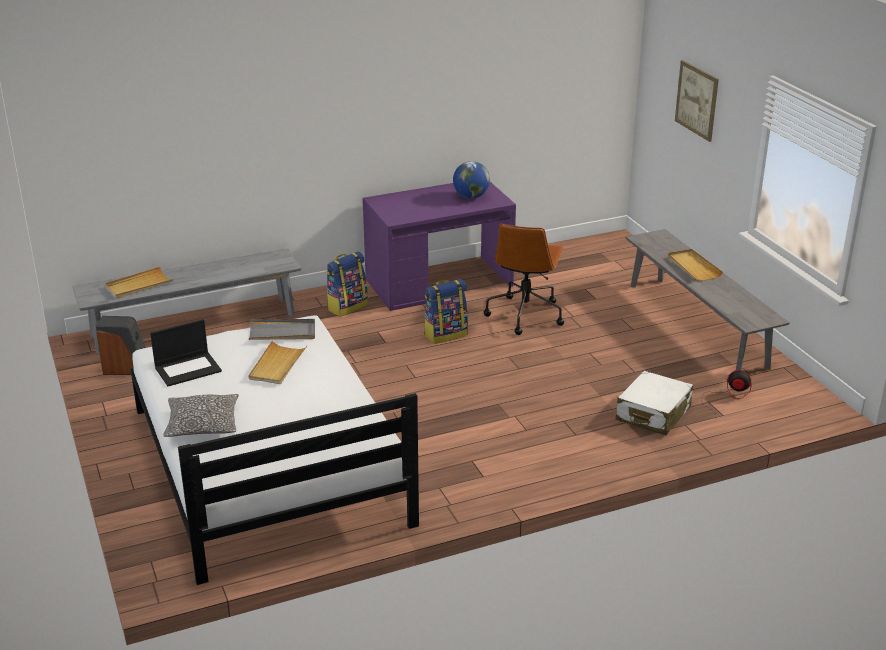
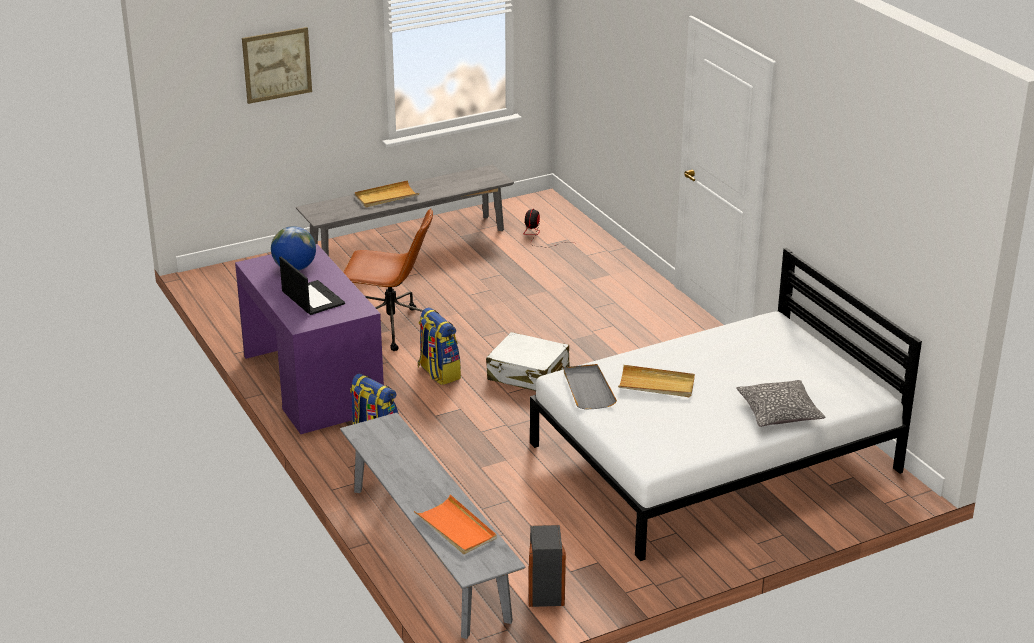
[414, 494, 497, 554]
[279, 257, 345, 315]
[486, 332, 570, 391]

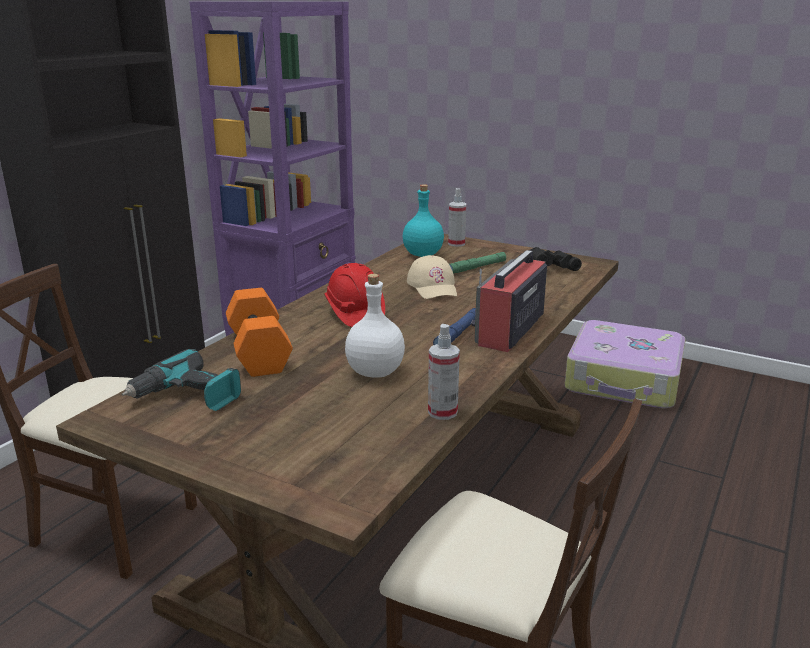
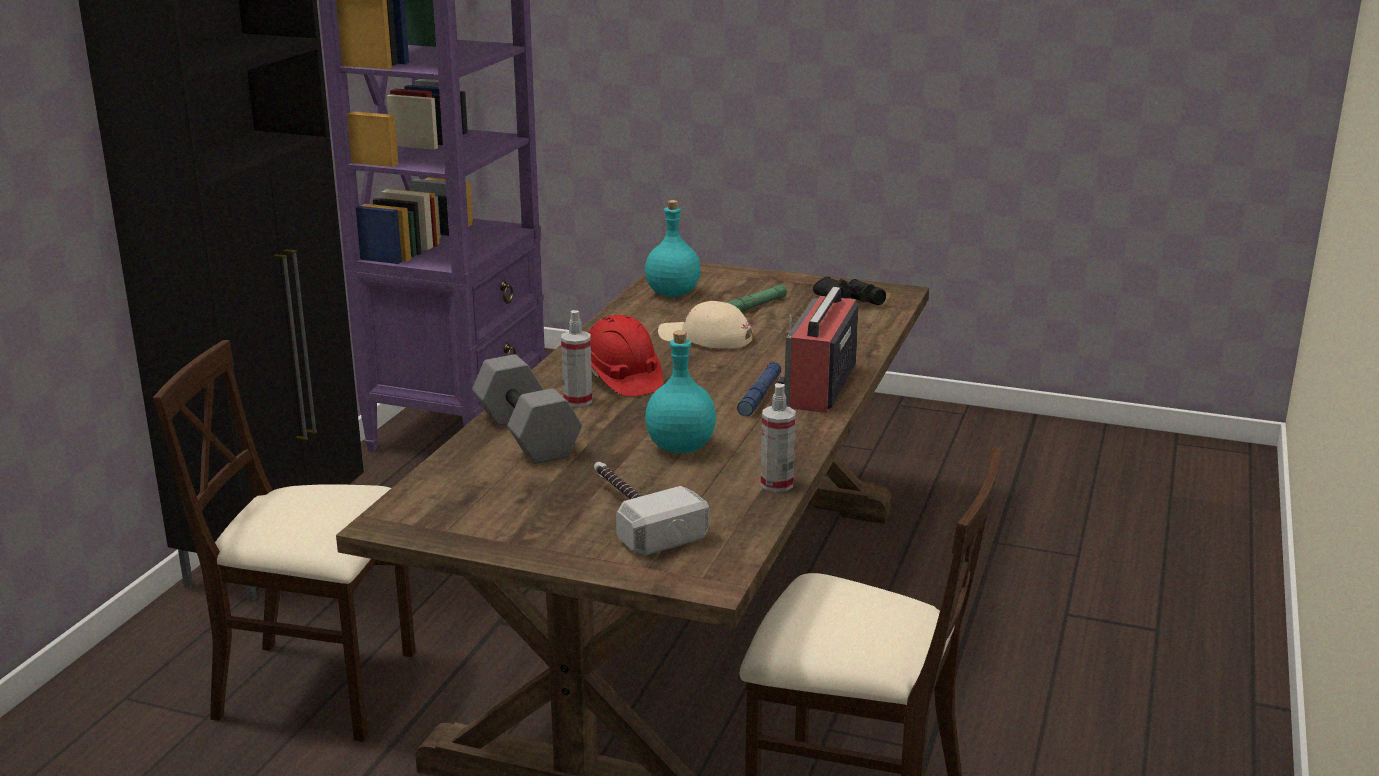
[122, 349, 241, 411] (first image)
[472, 354, 582, 464]
[645, 330, 716, 453]
[658, 301, 753, 349]
[561, 310, 592, 407]
[565, 320, 686, 409] (first image)
[594, 462, 709, 556]

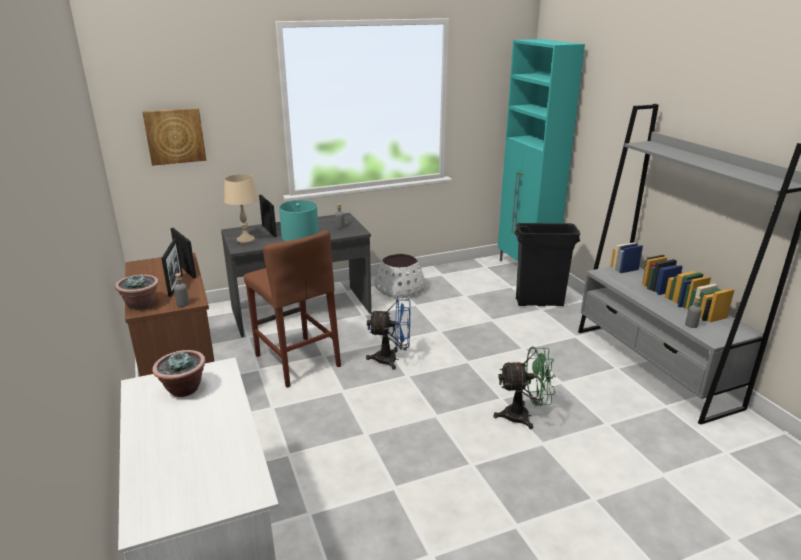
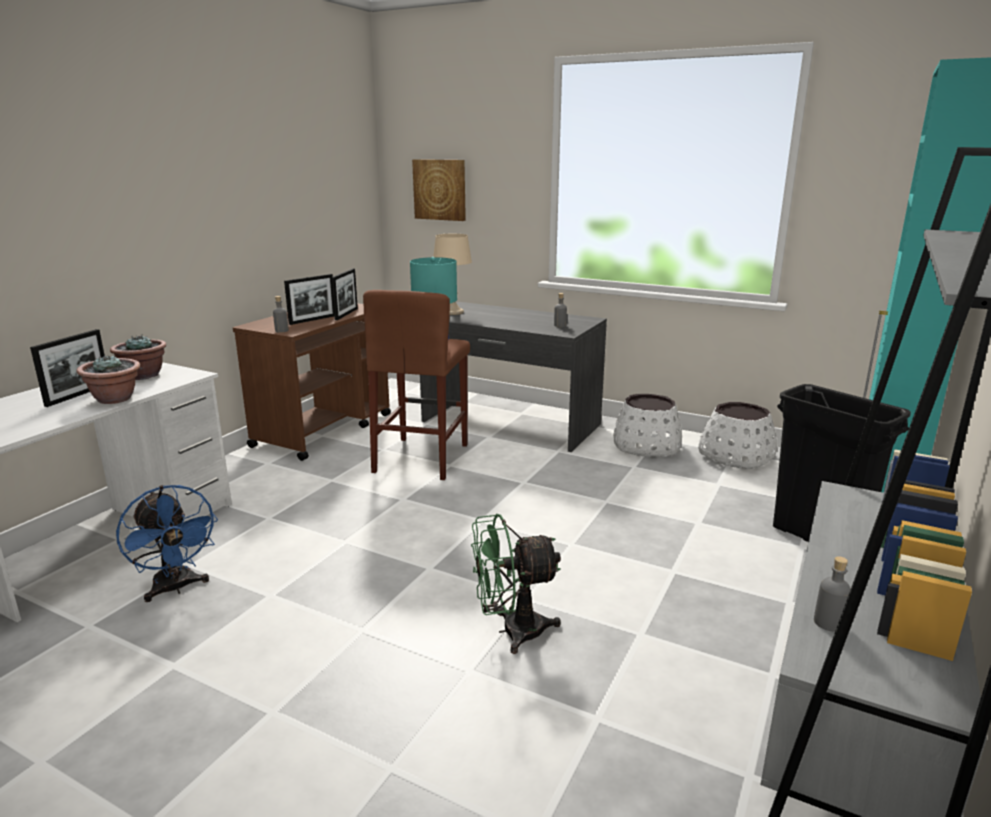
[77, 355, 140, 404]
[30, 329, 104, 407]
[116, 485, 218, 602]
[471, 514, 561, 654]
[698, 402, 777, 469]

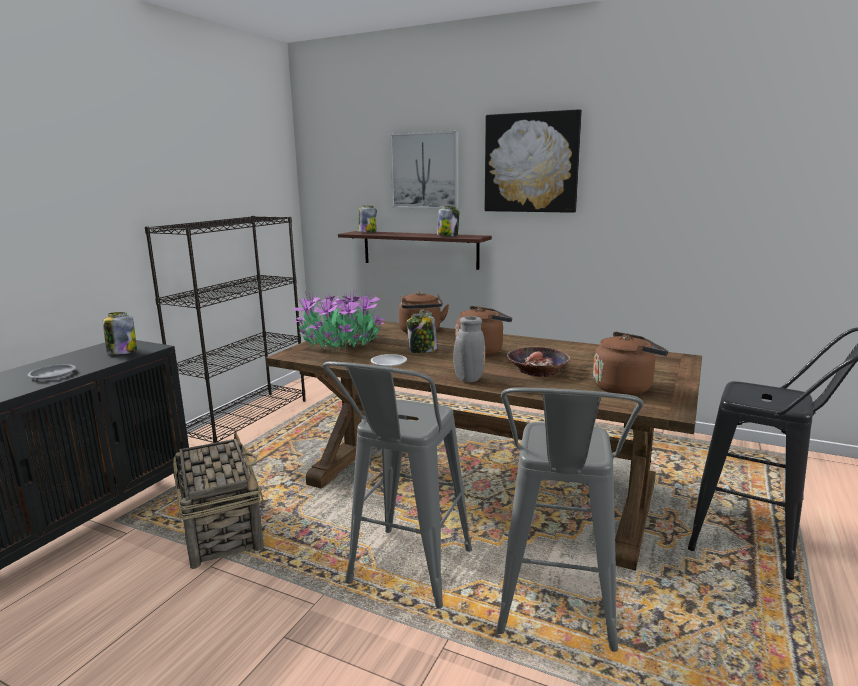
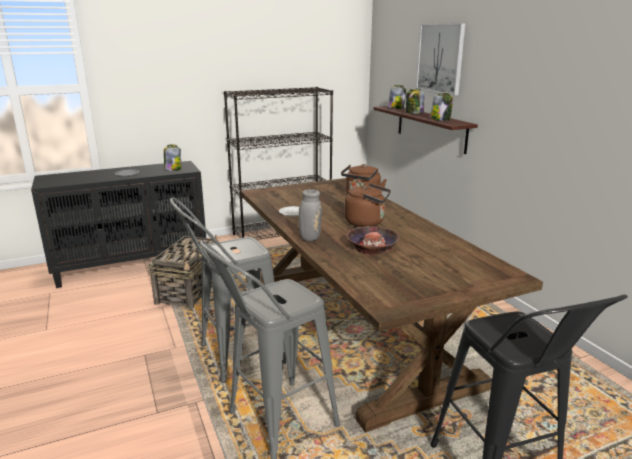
[293, 288, 385, 352] (first image)
[406, 89, 424, 114]
[485, 109, 582, 213] (first image)
[593, 332, 669, 395] (first image)

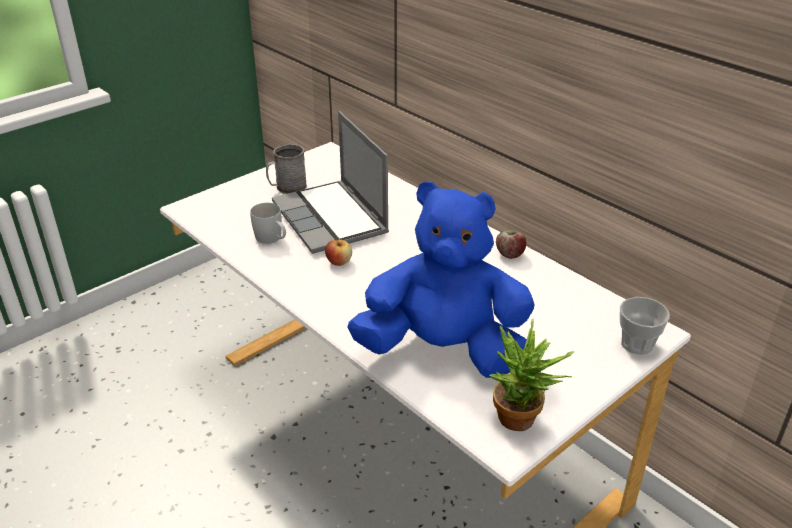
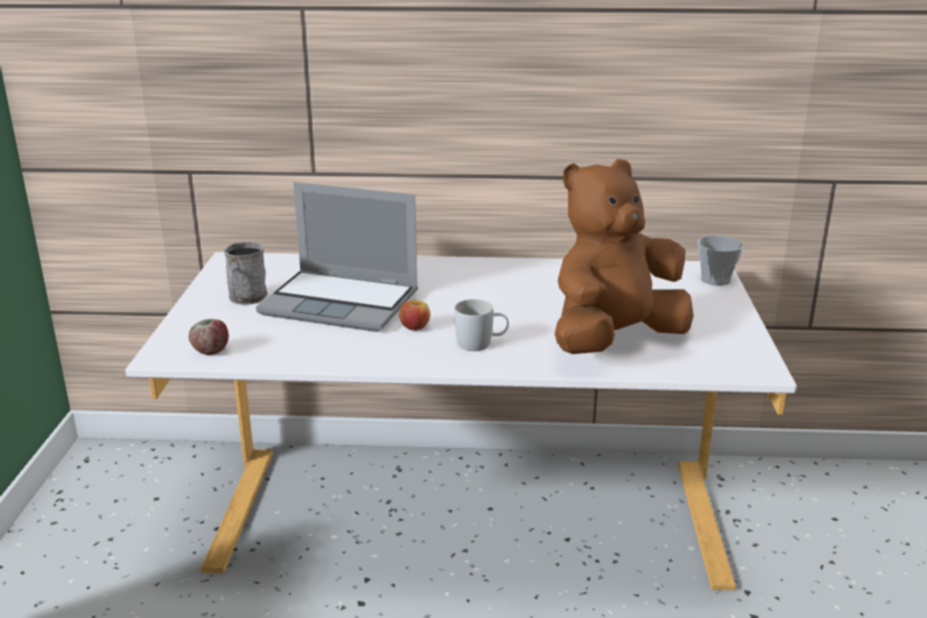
[454, 299, 509, 351]
[555, 159, 694, 354]
[489, 318, 575, 431] (first image)
[189, 319, 229, 355]

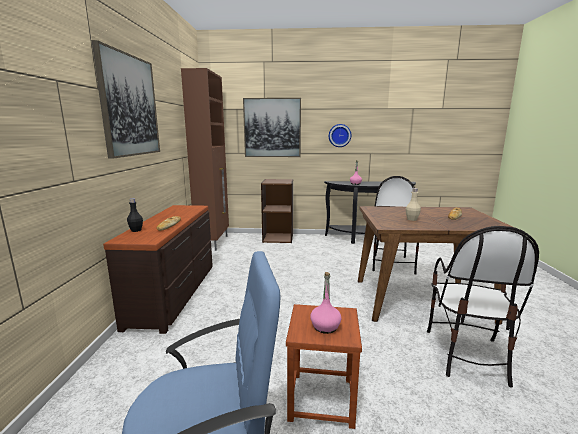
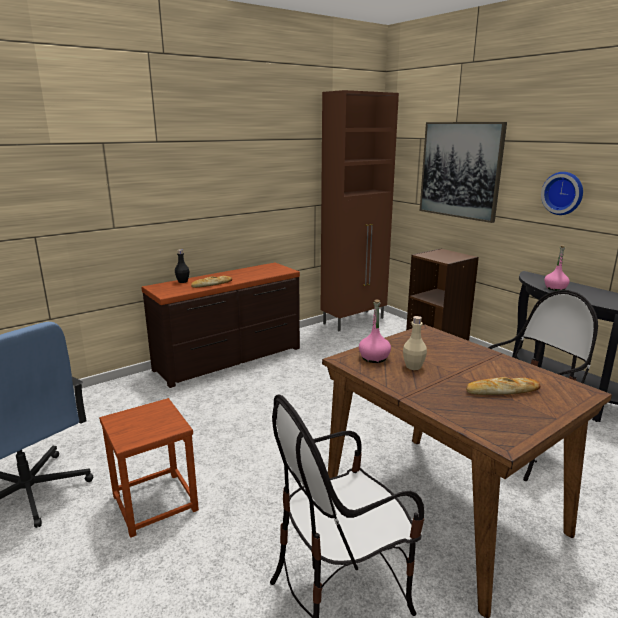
[91, 40, 160, 159] (first image)
[359, 299, 391, 363]

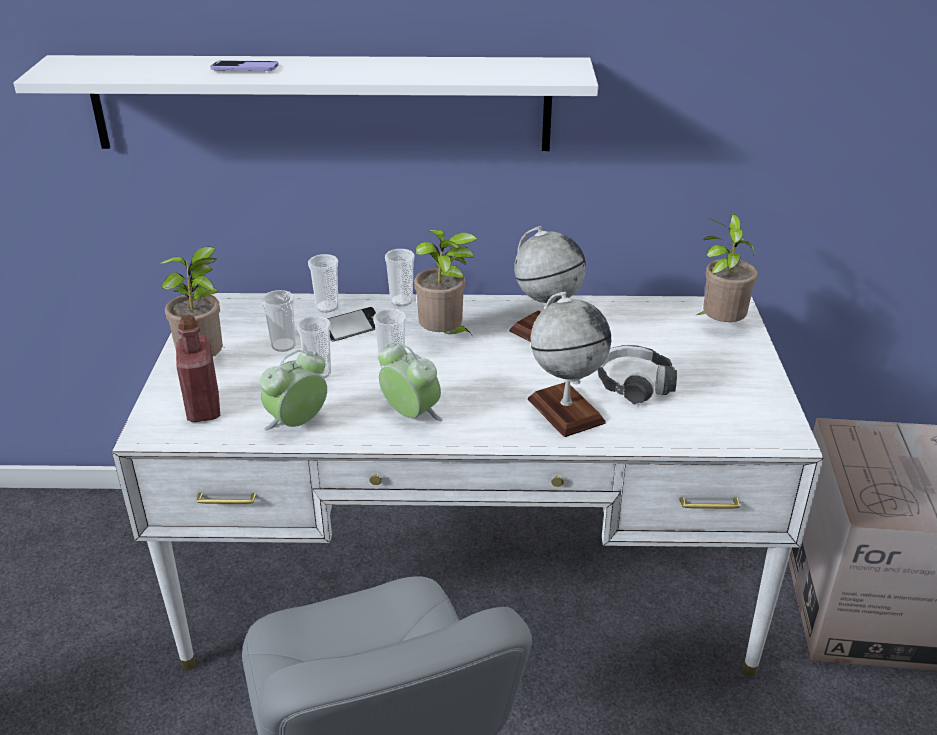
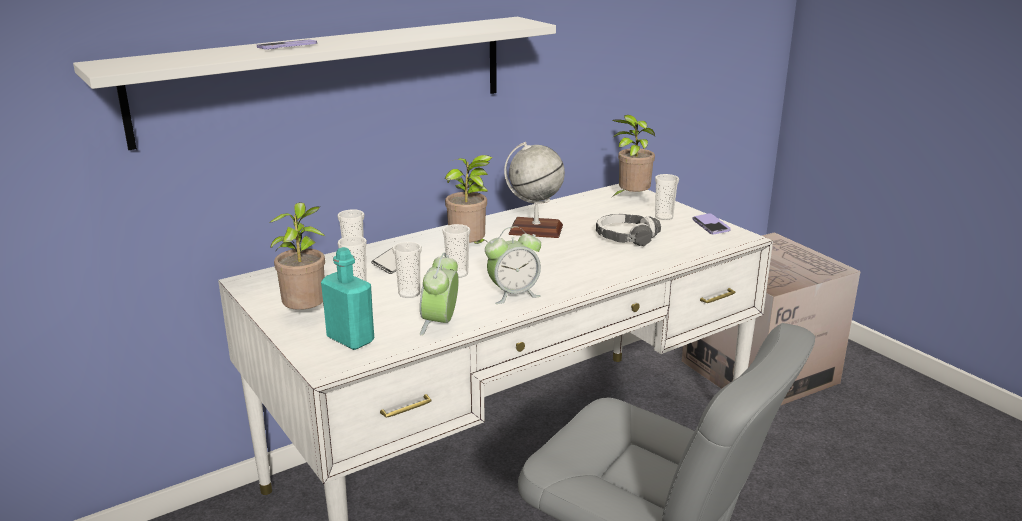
[321, 247, 374, 350]
[485, 227, 541, 304]
[655, 174, 679, 220]
[528, 292, 611, 437] (first image)
[693, 214, 731, 234]

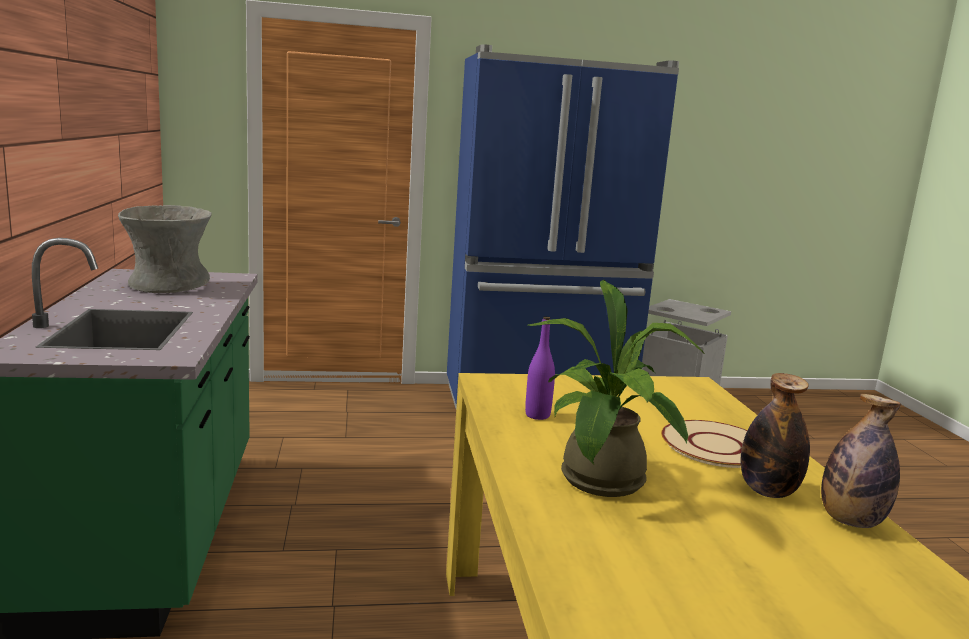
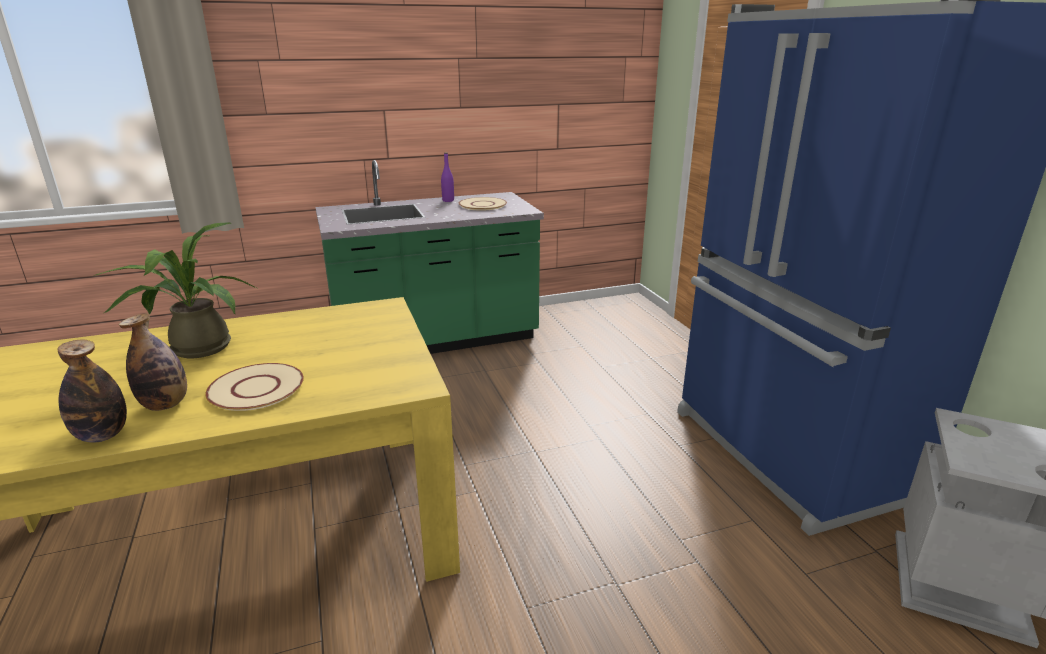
[459, 197, 507, 211]
[441, 152, 454, 202]

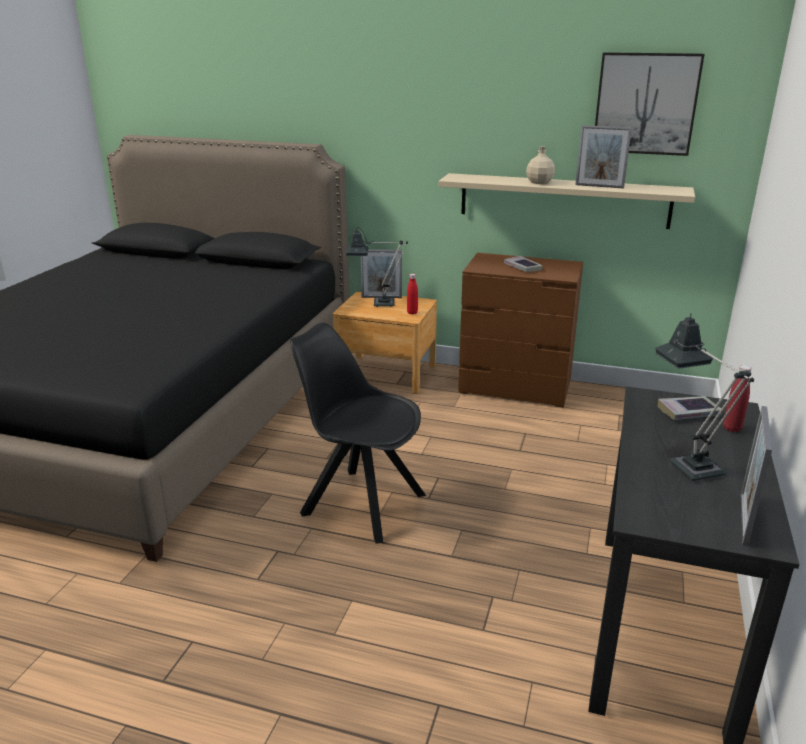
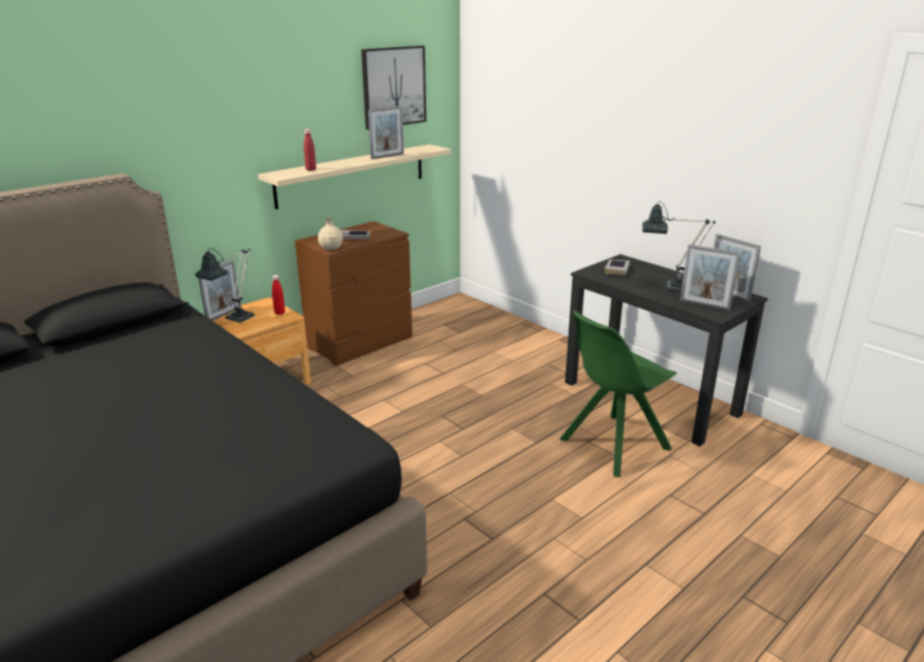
[290, 323, 426, 544] (first image)
[318, 217, 343, 250]
[304, 129, 316, 171]
[560, 310, 677, 477]
[680, 244, 740, 311]

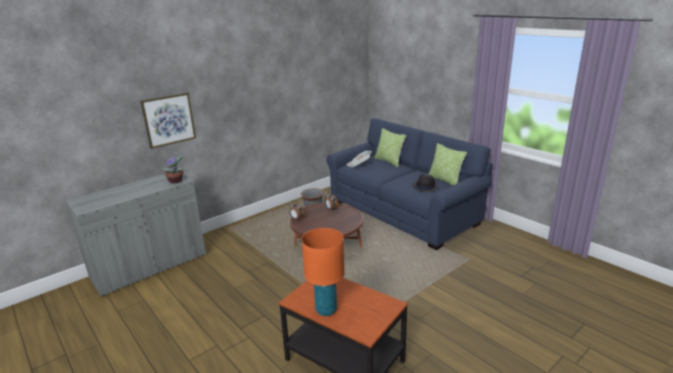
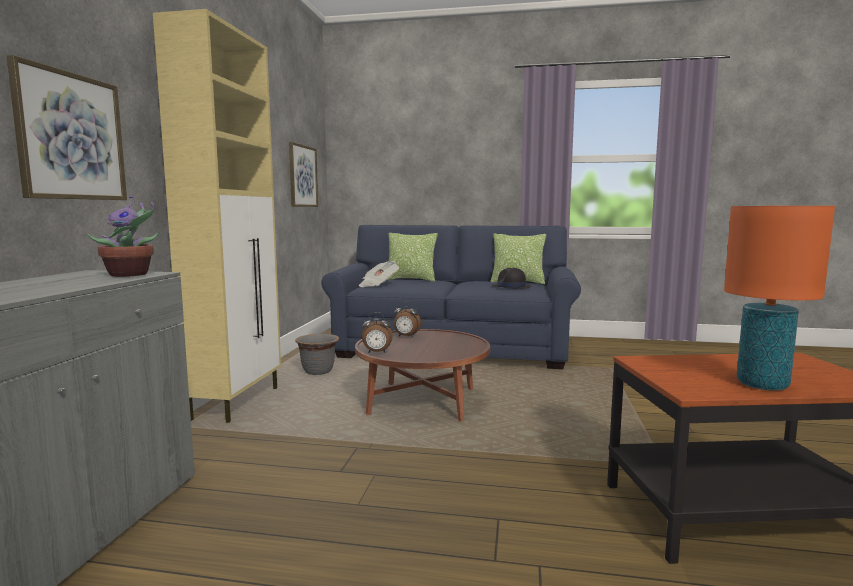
[153, 9, 281, 423]
[289, 142, 318, 207]

